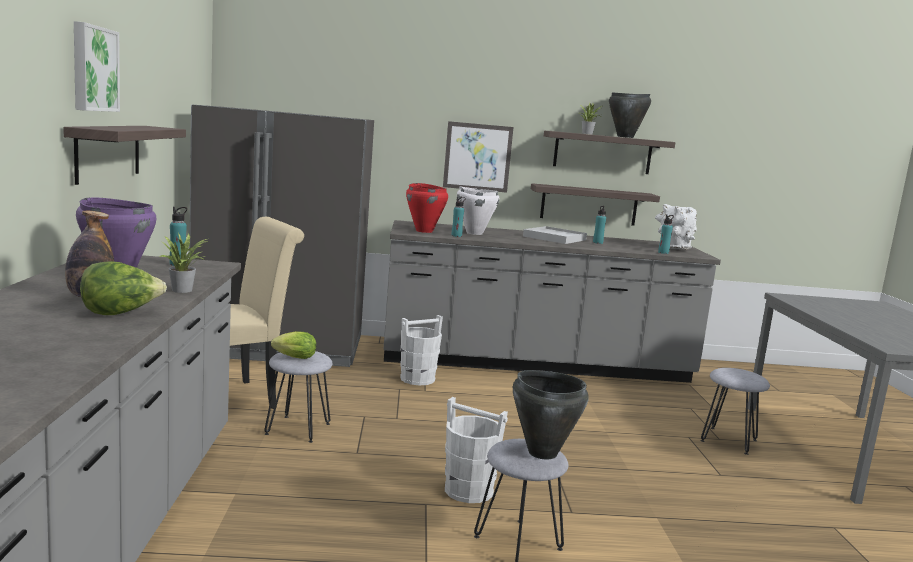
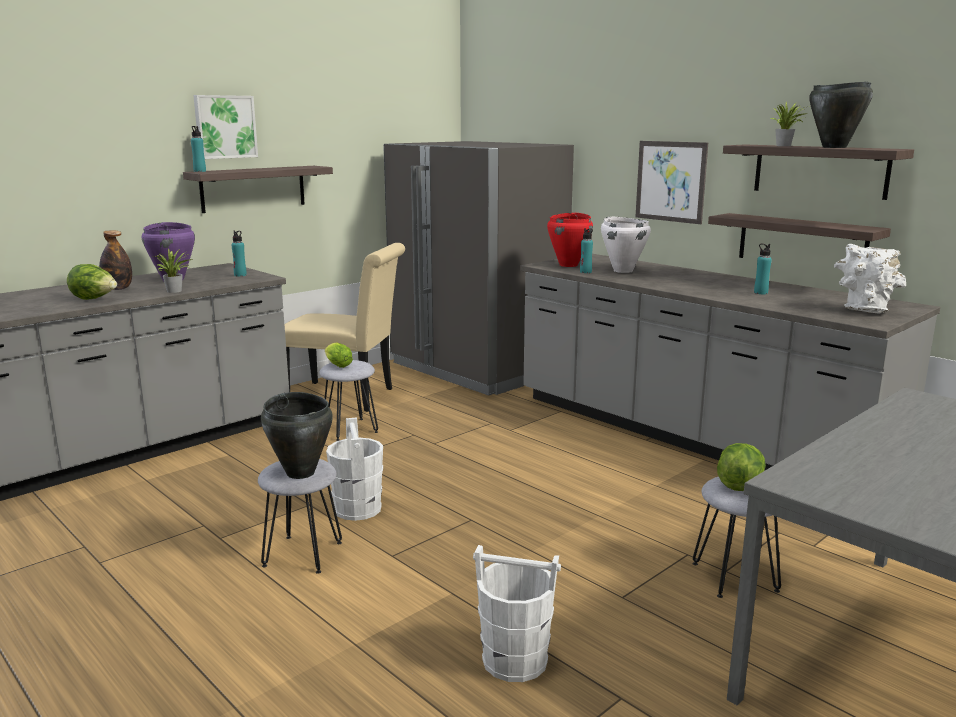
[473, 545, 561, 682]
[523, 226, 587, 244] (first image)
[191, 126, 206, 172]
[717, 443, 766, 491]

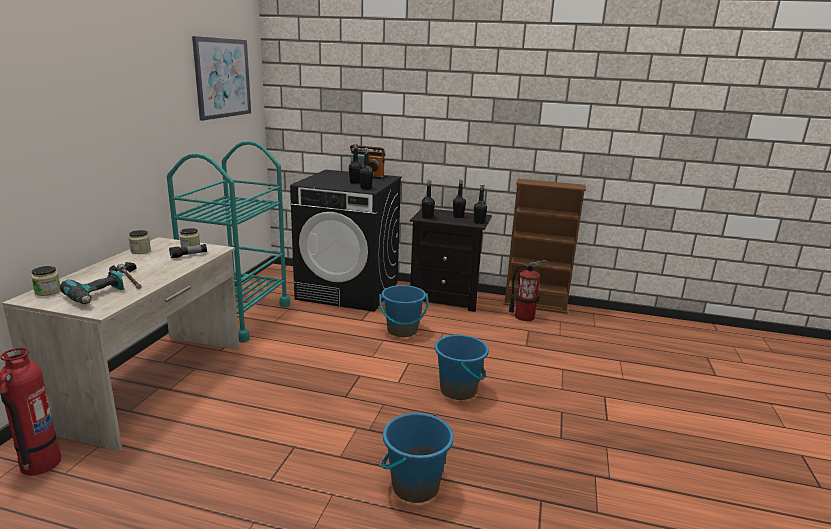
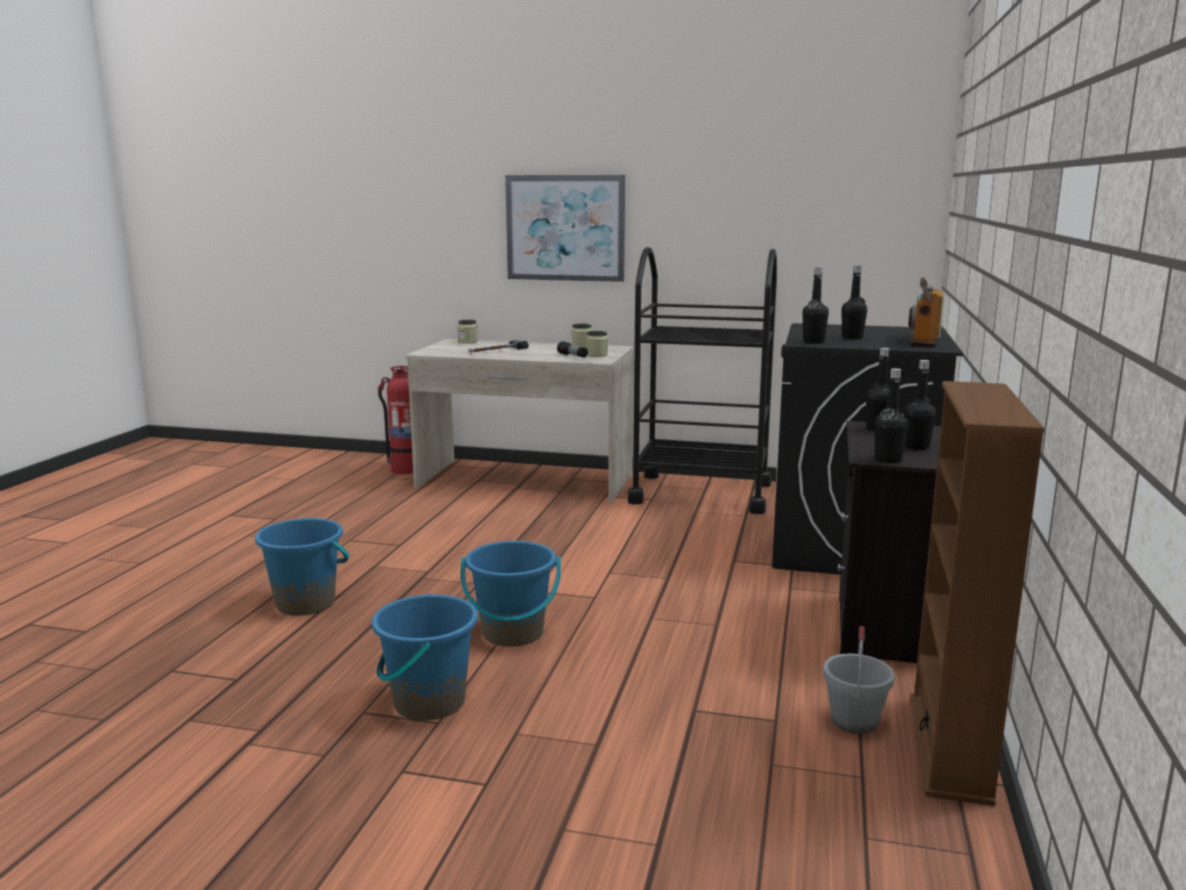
[60, 270, 124, 305] (first image)
[628, 247, 777, 514]
[505, 175, 625, 282]
[372, 594, 478, 721]
[823, 626, 895, 734]

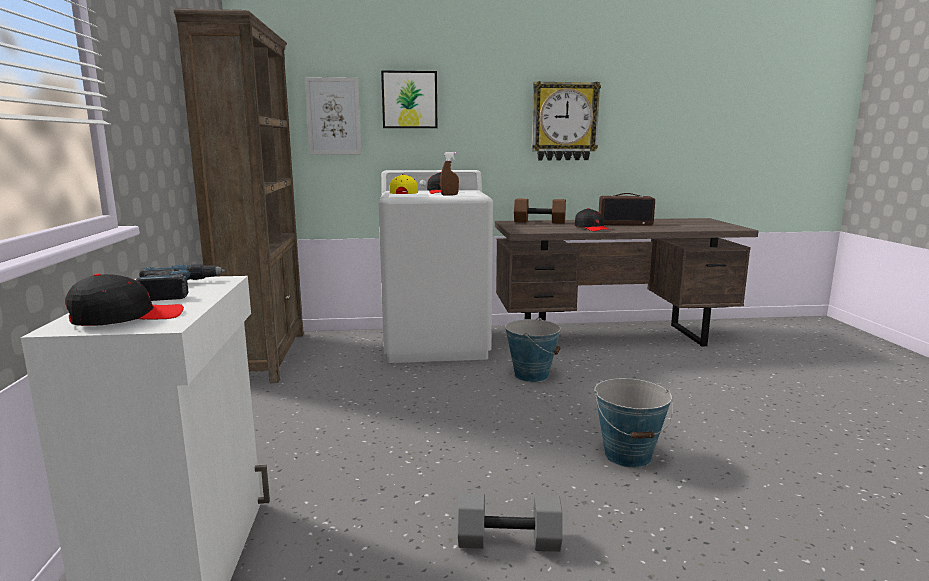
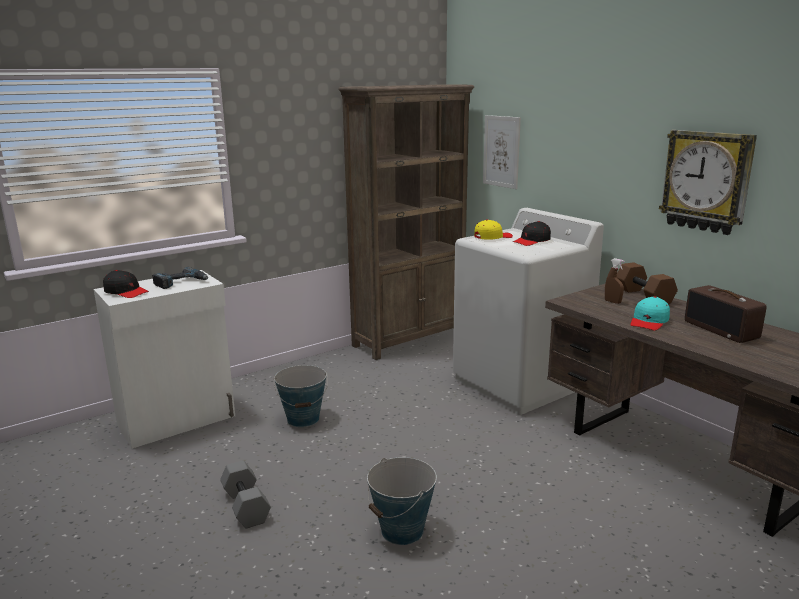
[381, 70, 437, 128] (first image)
[605, 258, 624, 304]
[274, 365, 328, 427]
[630, 296, 670, 331]

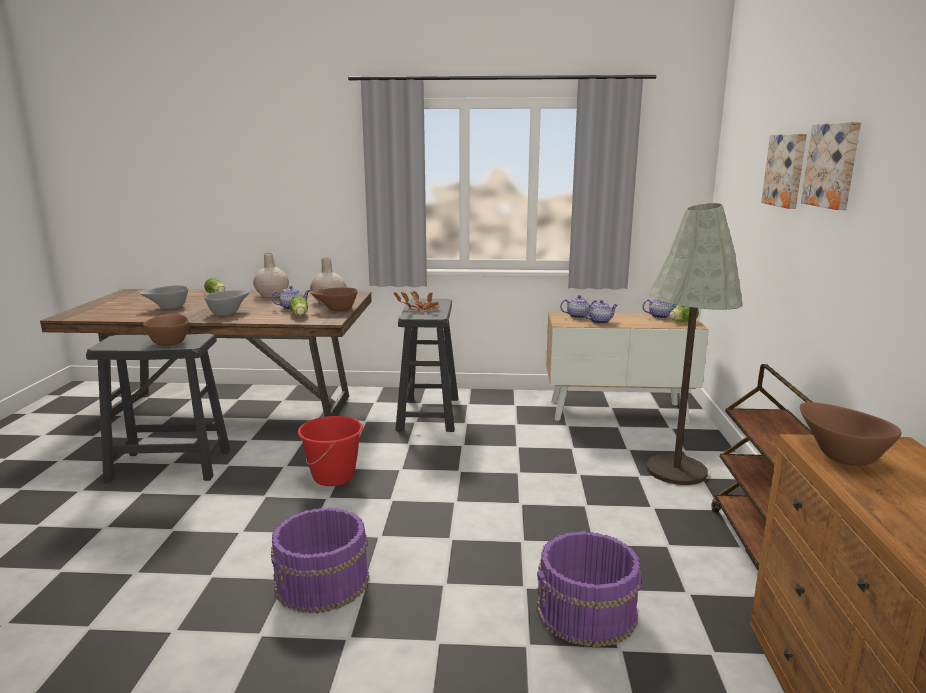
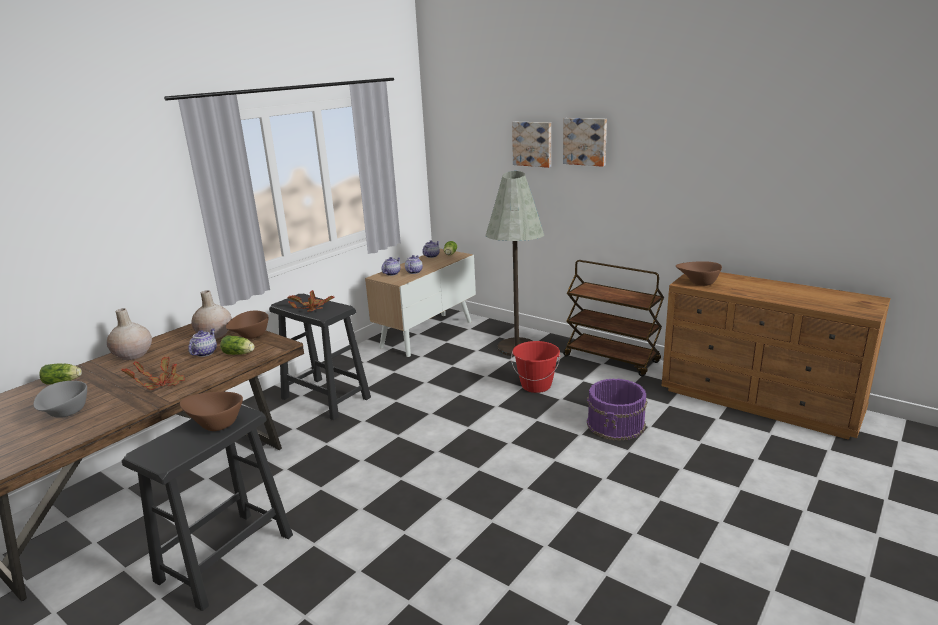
[121, 356, 185, 390]
[271, 507, 369, 614] (first image)
[511, 341, 560, 393]

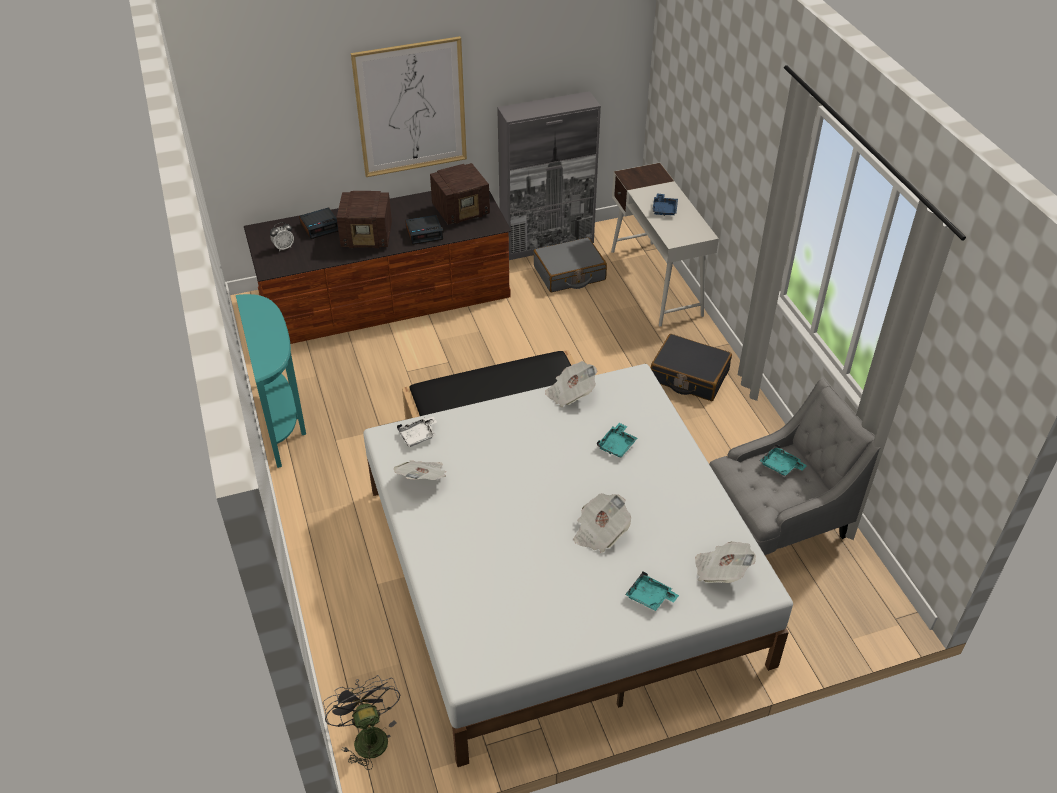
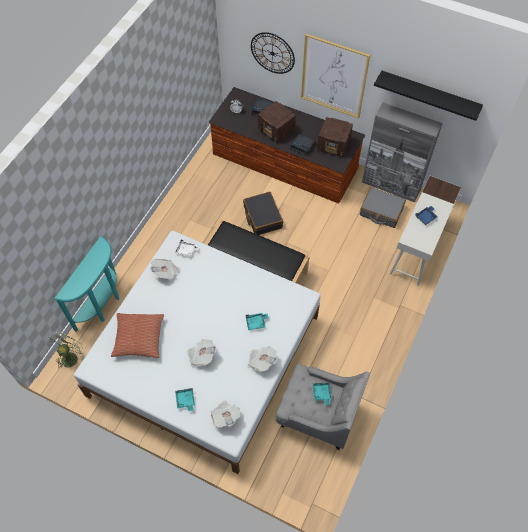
[54, 236, 120, 332]
[49, 332, 86, 370]
[248, 346, 277, 372]
[243, 192, 283, 235]
[111, 313, 164, 358]
[251, 32, 295, 74]
[374, 71, 483, 121]

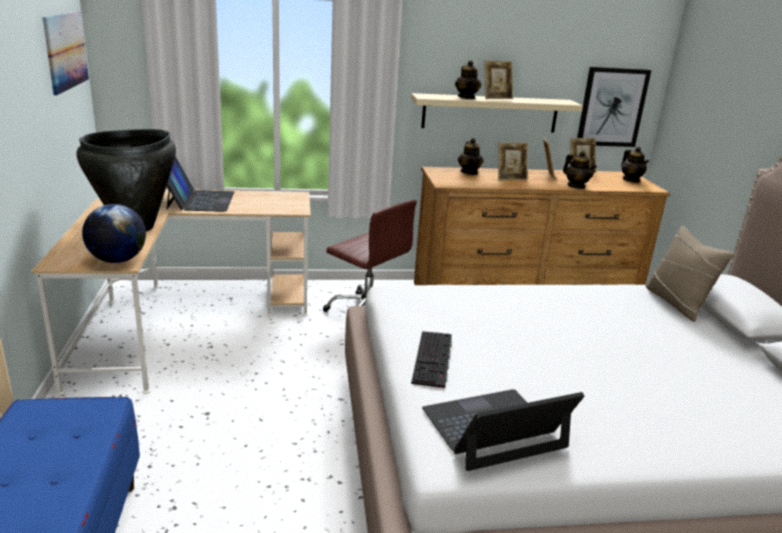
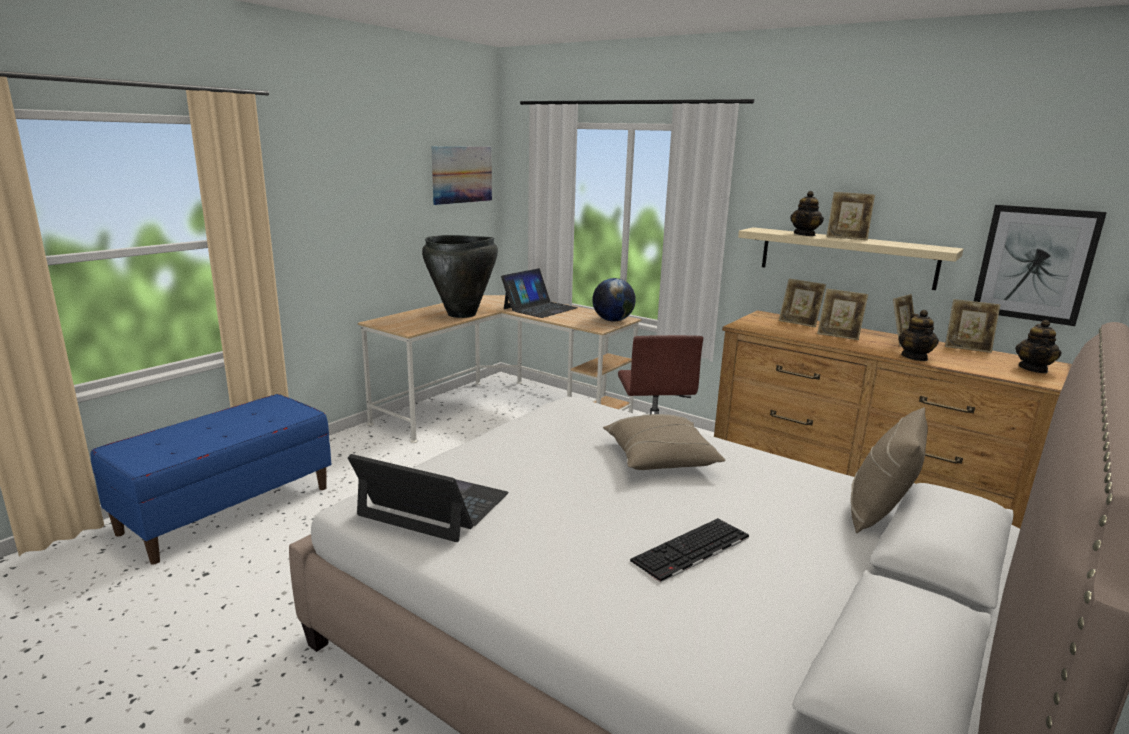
[592, 278, 636, 322]
[630, 518, 749, 583]
[779, 279, 826, 327]
[603, 414, 726, 470]

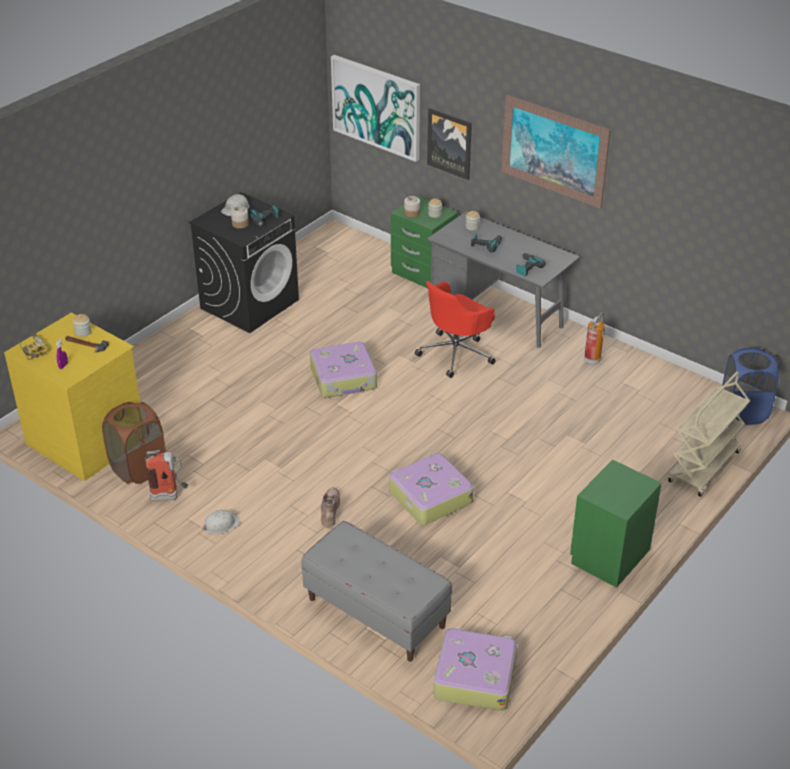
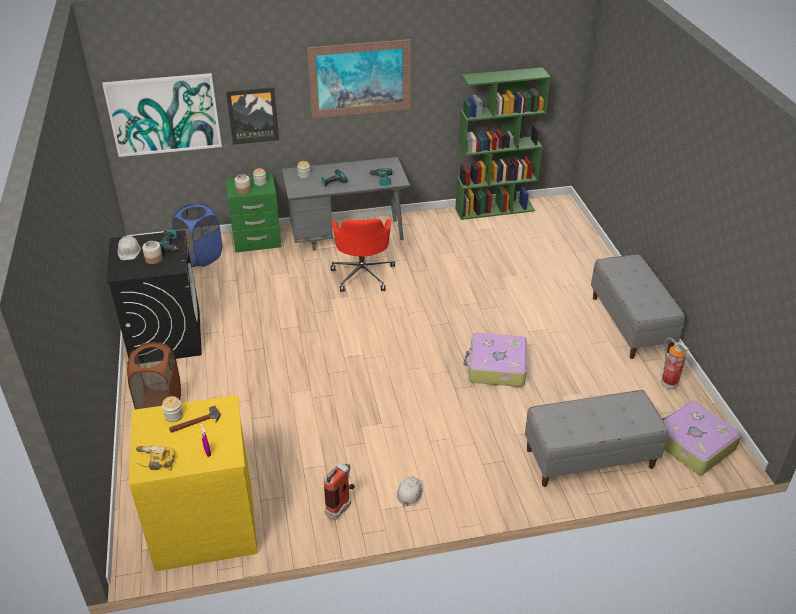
[127, 342, 181, 410]
[310, 342, 377, 398] (first image)
[321, 487, 340, 528] (first image)
[591, 254, 685, 359]
[661, 337, 689, 389]
[668, 372, 750, 497] (first image)
[172, 204, 222, 267]
[455, 67, 551, 220]

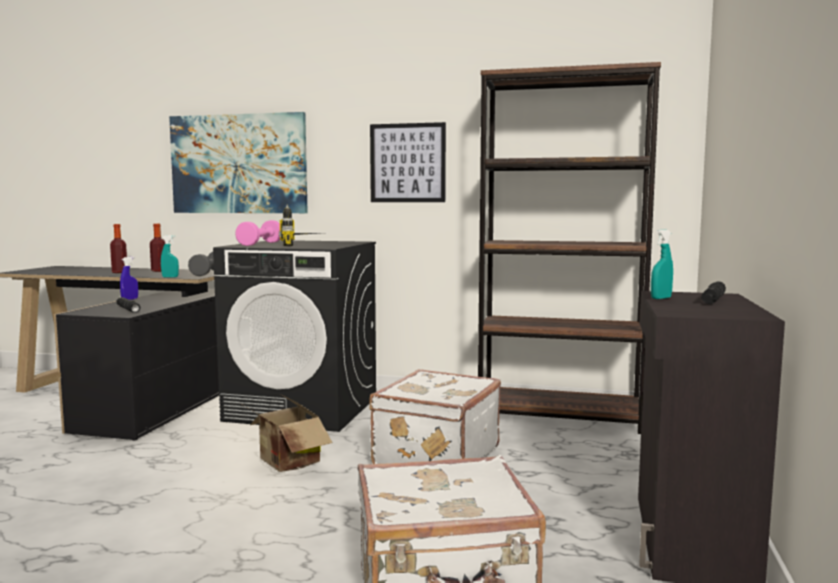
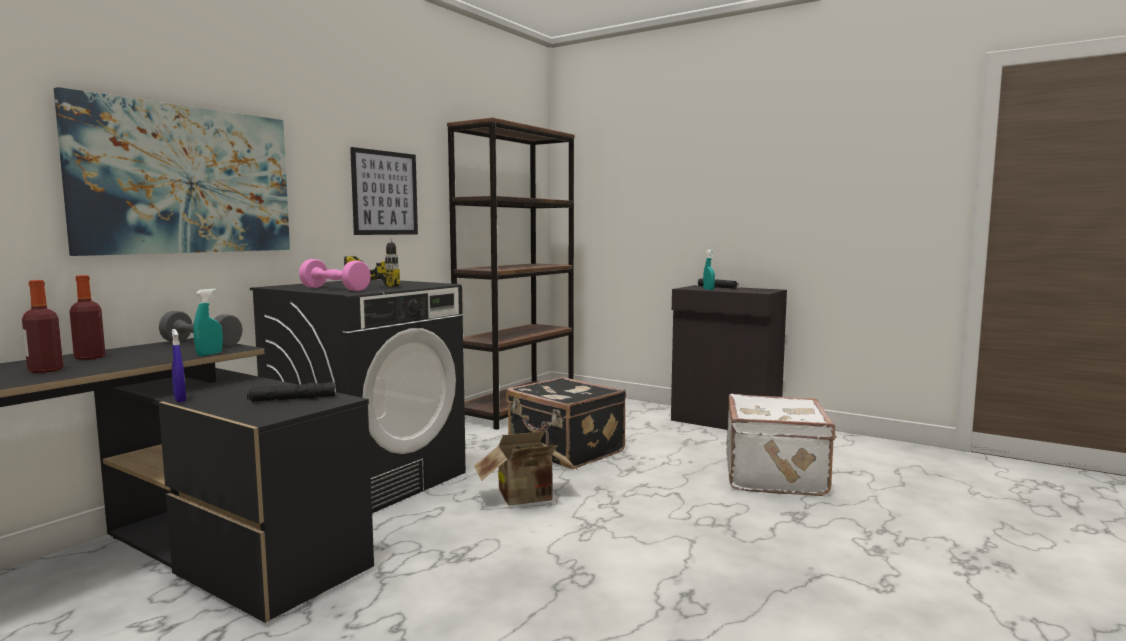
[506, 377, 626, 469]

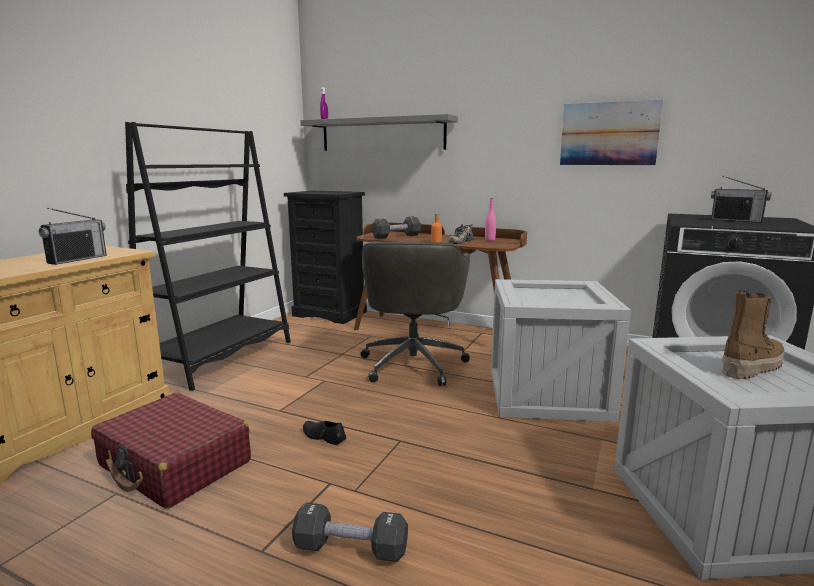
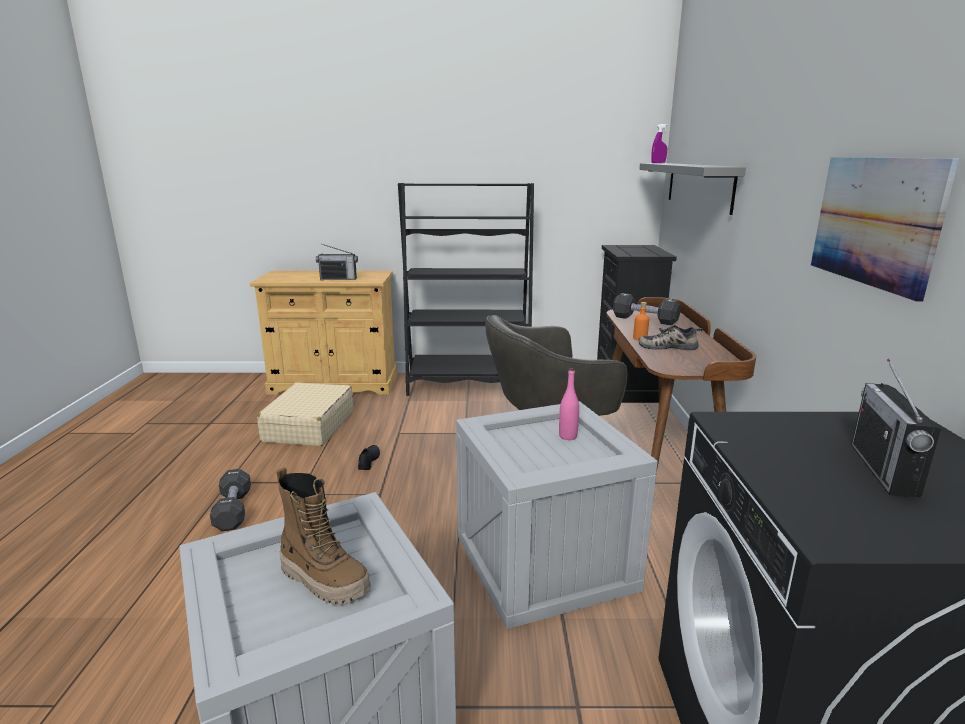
[257, 383, 353, 446]
[559, 368, 579, 440]

